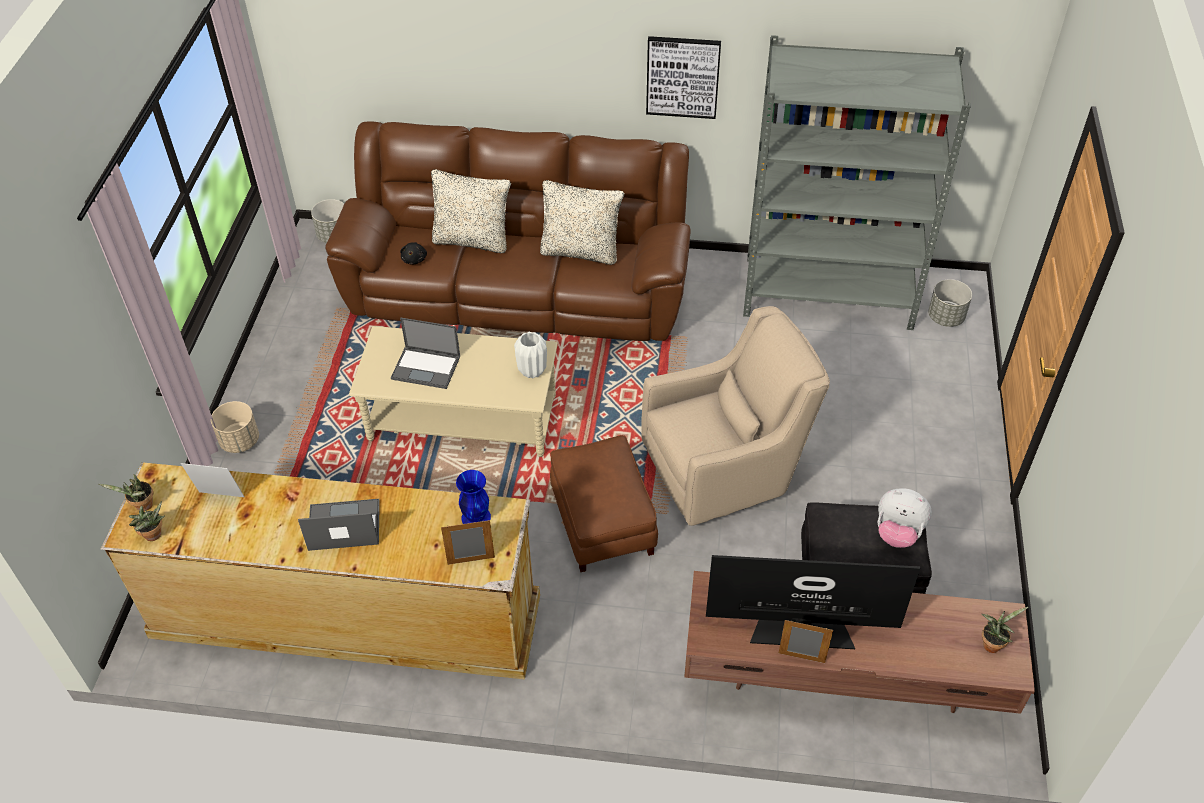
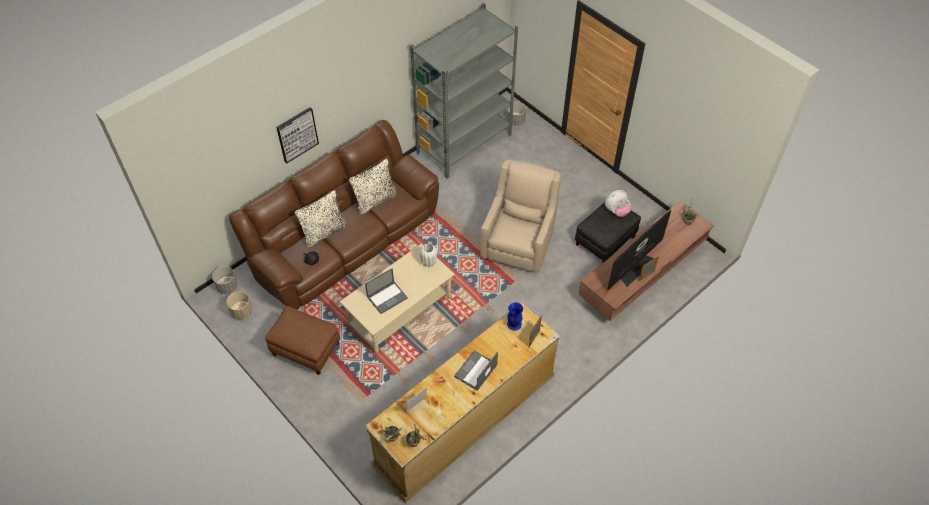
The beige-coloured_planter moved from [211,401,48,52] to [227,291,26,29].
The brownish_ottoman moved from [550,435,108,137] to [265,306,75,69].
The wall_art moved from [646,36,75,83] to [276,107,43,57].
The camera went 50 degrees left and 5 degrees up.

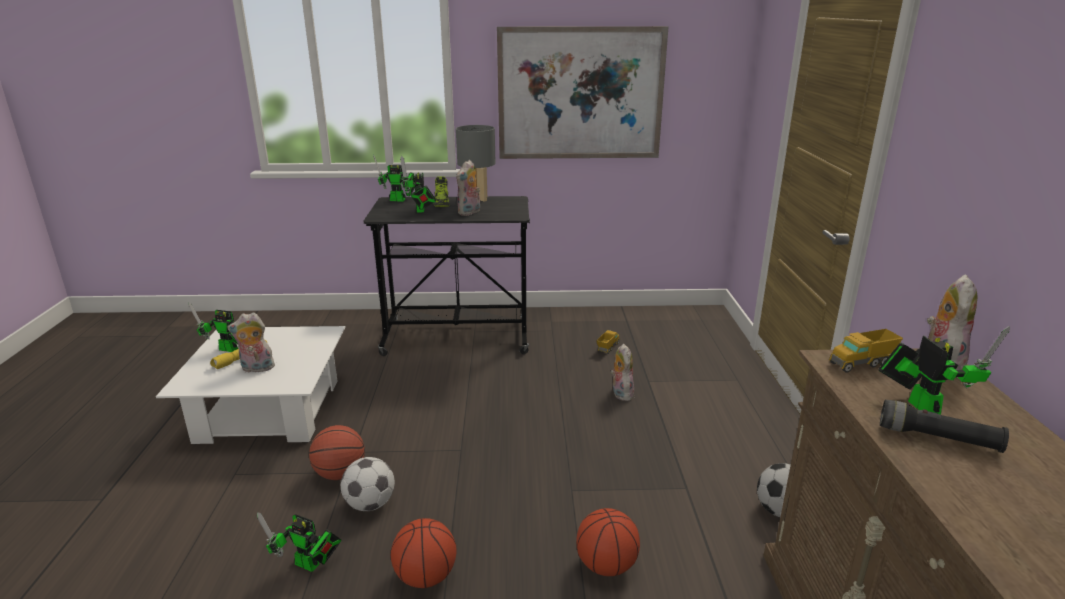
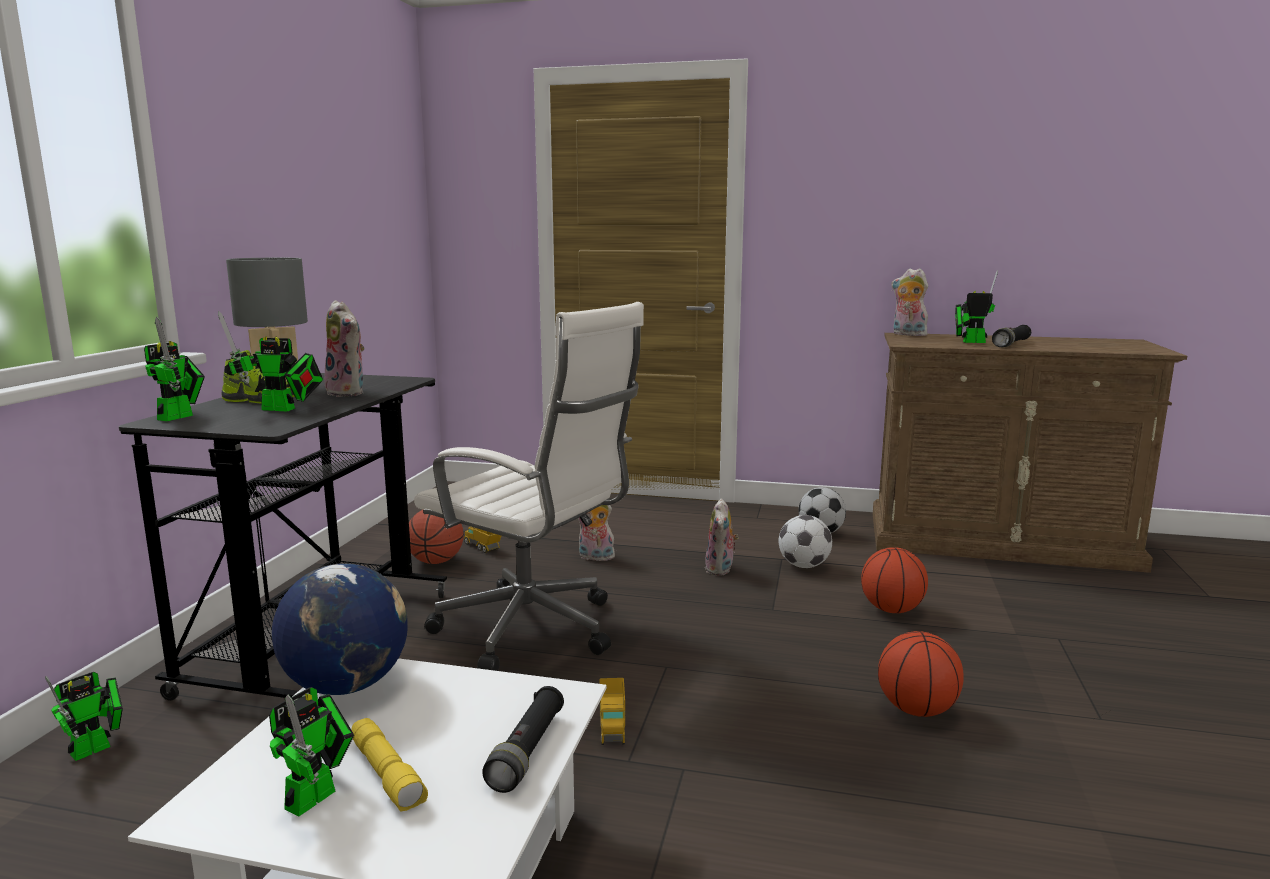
The plush_toy moved from [227,312,48,61] to [705,498,34,77].
The model_robot moved from [257,512,84,60] to [45,672,78,89].
The basketball_ball moved from [309,425,56,55] to [409,510,55,54].
The ball_for_football moved from [341,457,54,54] to [779,515,53,53].
The wall_art at [497,26,171,133] disappeared.
The model_truck moved from [829,329,74,44] to [600,678,25,67].
The world_globe at [272,563,136,132] appeared.
The whitish_desk_chair at [414,302,230,369] appeared.
The blackish_torch at [482,686,82,107] appeared.
The camera went 75 degrees left and 10 degrees down.

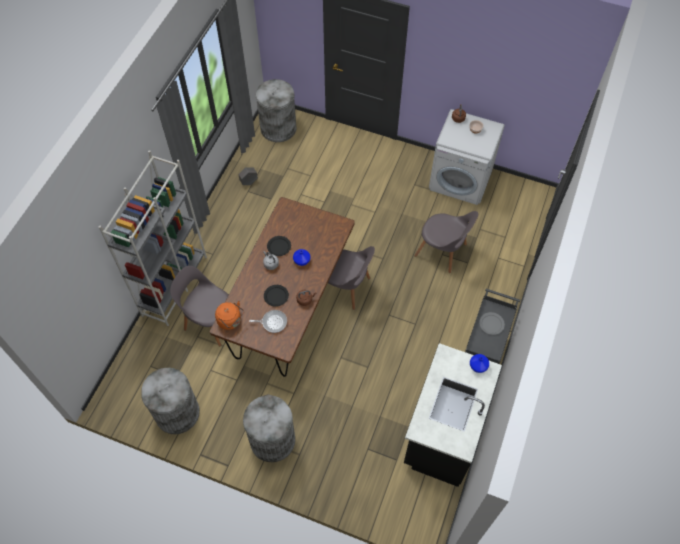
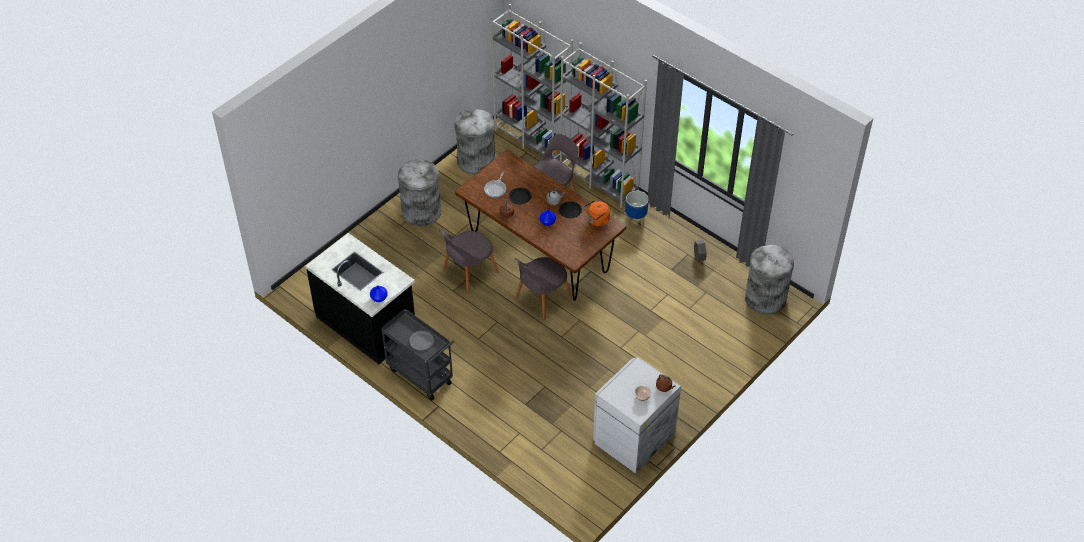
The orange-coloured_kettle moved from [215,301,29,29] to [584,200,26,27].
The gray_plain_chair moved from [414,211,64,62] to [439,229,60,63].
The gray_bookcase at [491,4,82,156] appeared.
The planter at [625,191,24,36] appeared.
The camera went 110 degrees right and 10 degrees down.

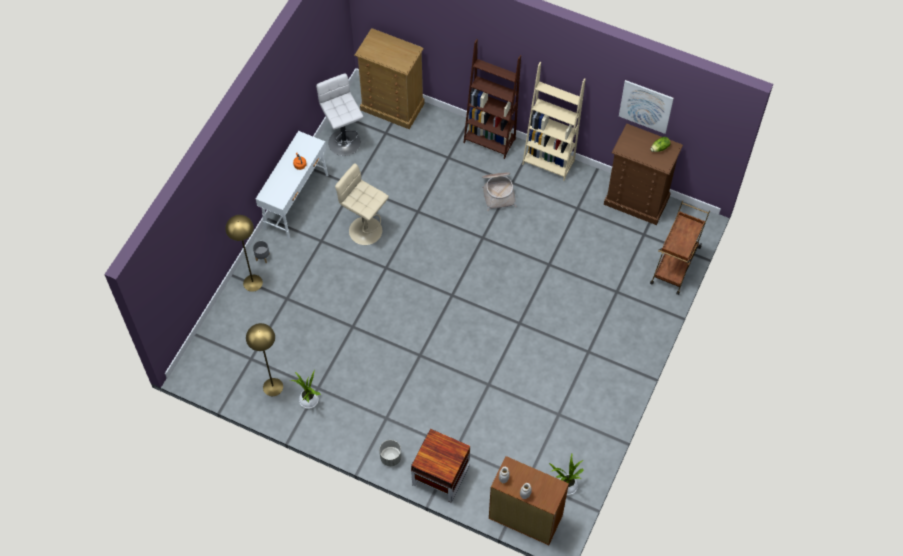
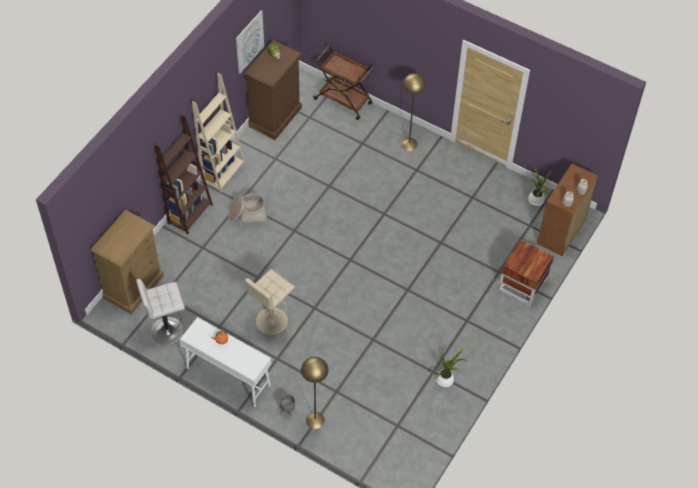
The yellow-coloured_standard_lamp moved from [246,323,37,73] to [401,73,25,78].
The gray_planter at [379,440,23,26] disappeared.
The camera went 85 degrees left and 5 degrees down.

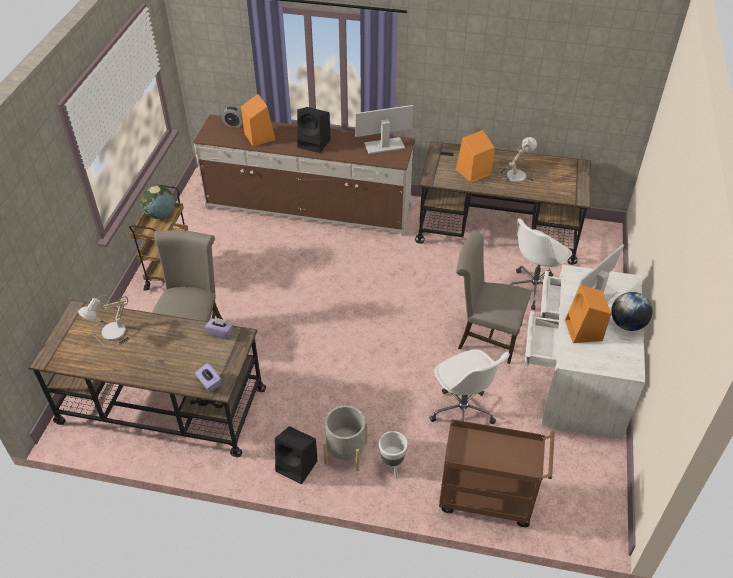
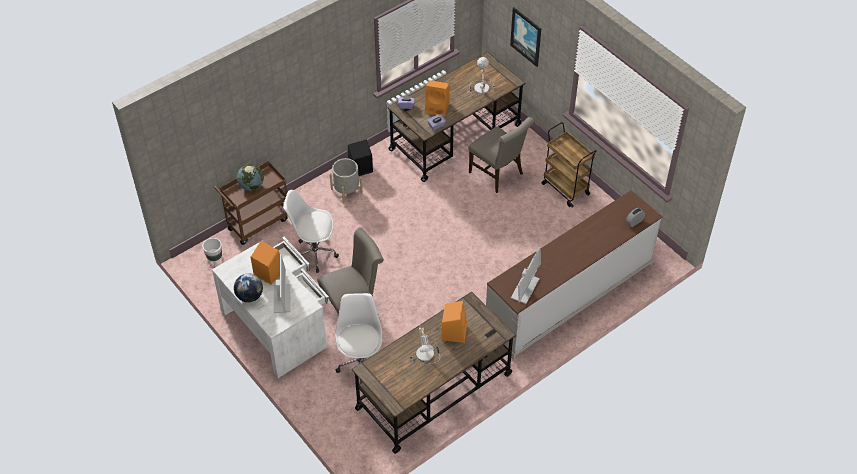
The world_globe moved from [140,186,35,33] to [237,164,27,27].
The orange-coloured_speaker moved from [241,94,34,52] to [425,80,25,36].
The blackish_speaker at [297,107,34,46] disappeared.
The whitish_planter moved from [379,431,29,47] to [202,238,22,29].
The wall_art at [510,7,31,60] appeared.
The camera went 130 degrees right and 5 degrees up.

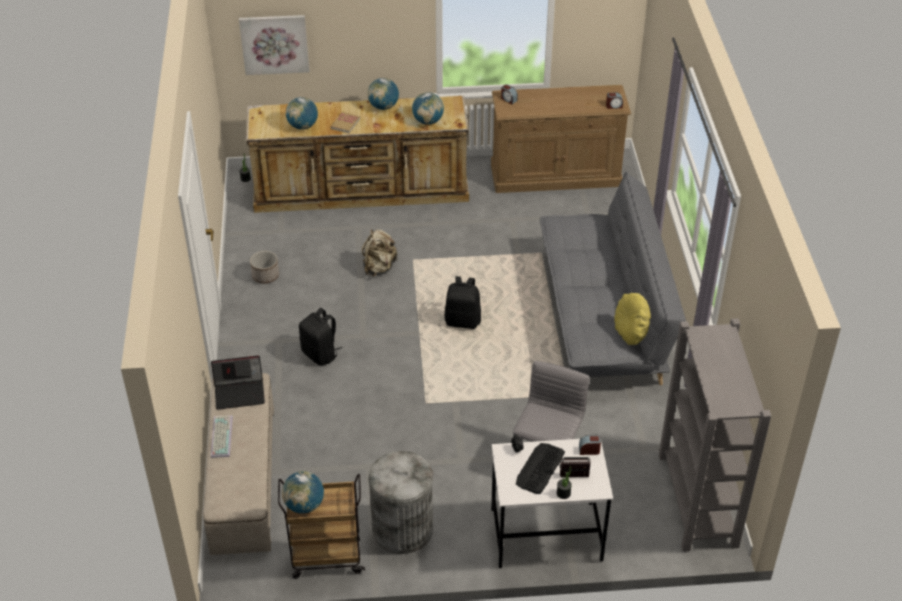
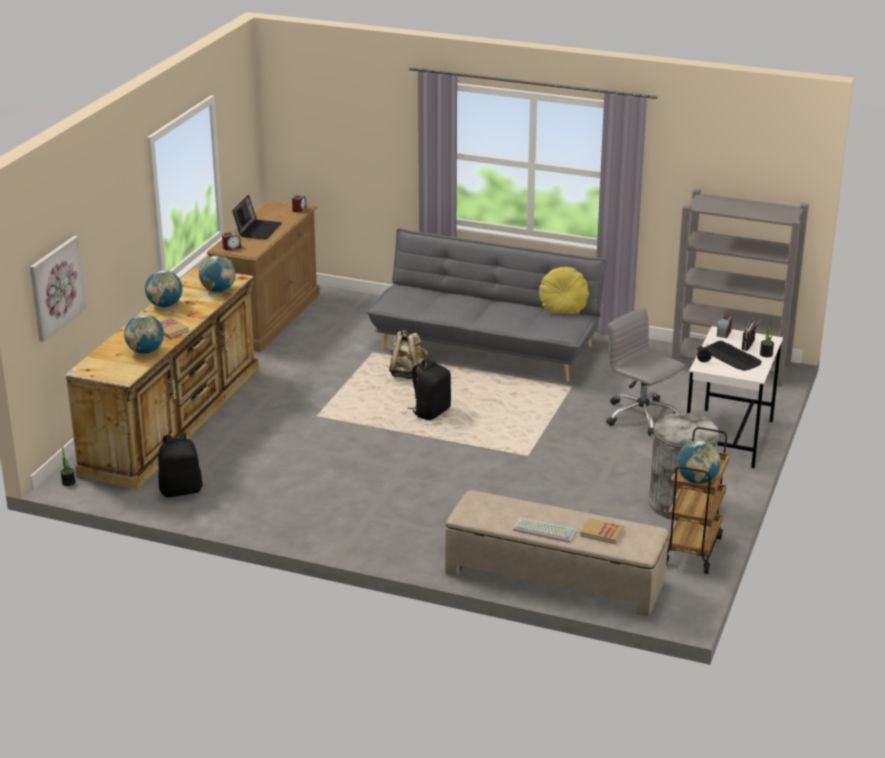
The notebook_computer moved from [211,355,54,55] to [232,195,50,45].
The planter at [250,251,29,33] disappeared.
The blackish_backpack moved from [299,308,43,58] to [158,433,45,64].
The beige-coloured_backpack moved from [362,229,35,48] to [389,330,40,49].
The bound_book at [580,518,44,26] appeared.
The camera went 65 degrees left and 15 degrees down.

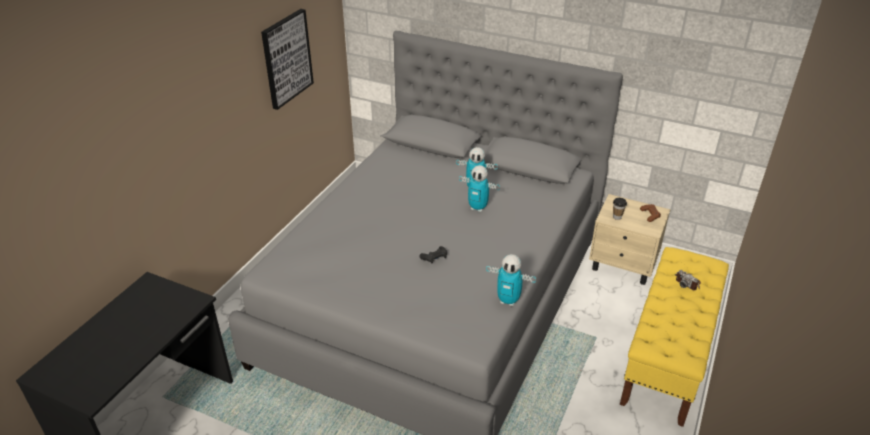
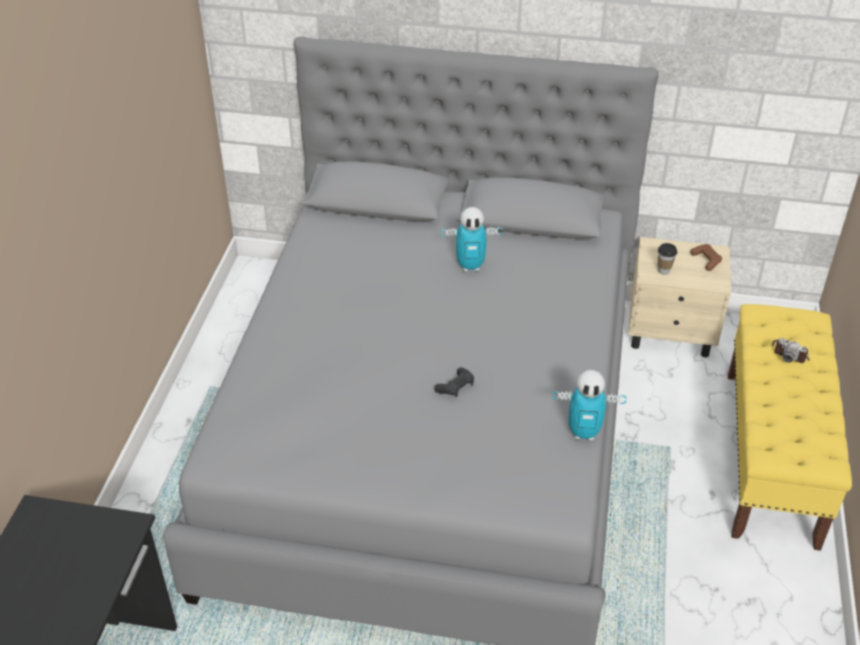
The wall_art at [261,9,53,101] disappeared.
The model_robot at [459,165,41,47] disappeared.
The camera went 15 degrees left and 5 degrees up.

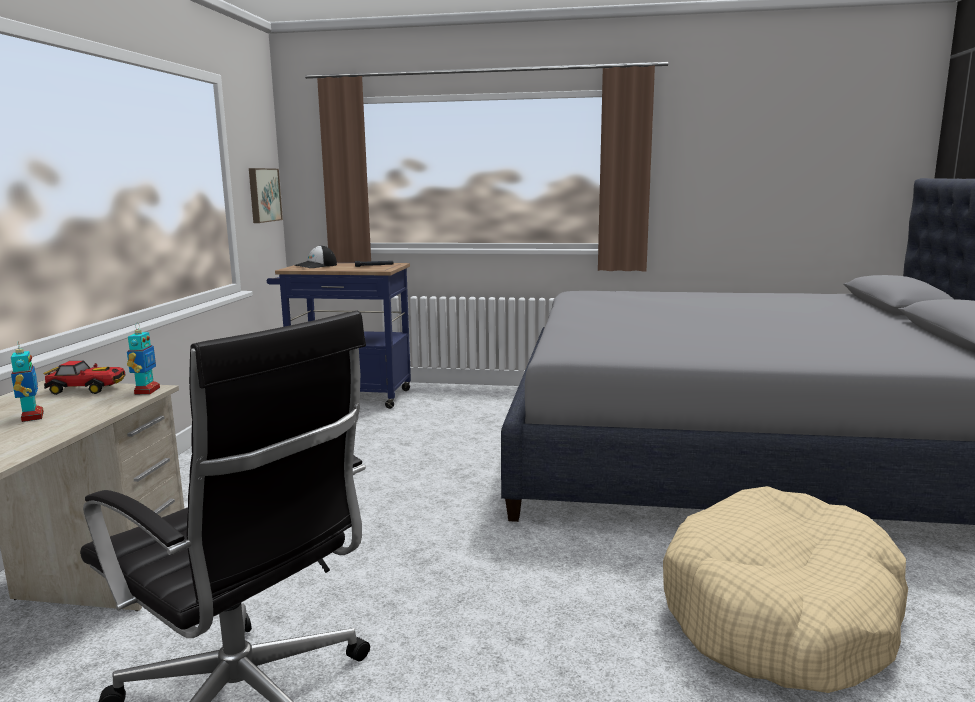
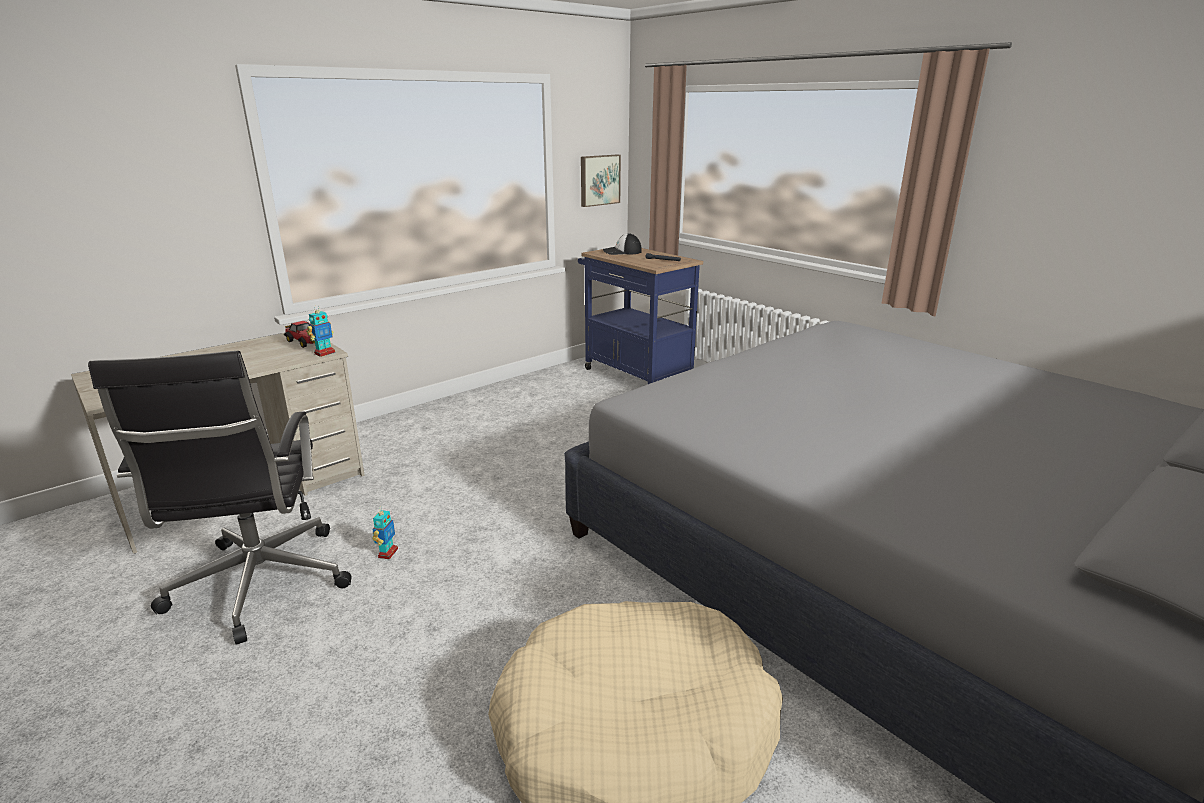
The model_robot moved from [11,341,33,81] to [372,506,26,53].
The camera went 40 degrees right and 10 degrees up.

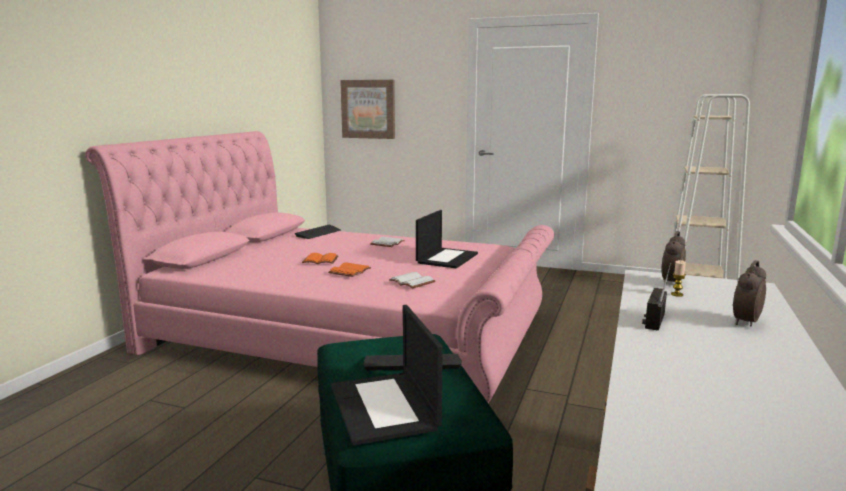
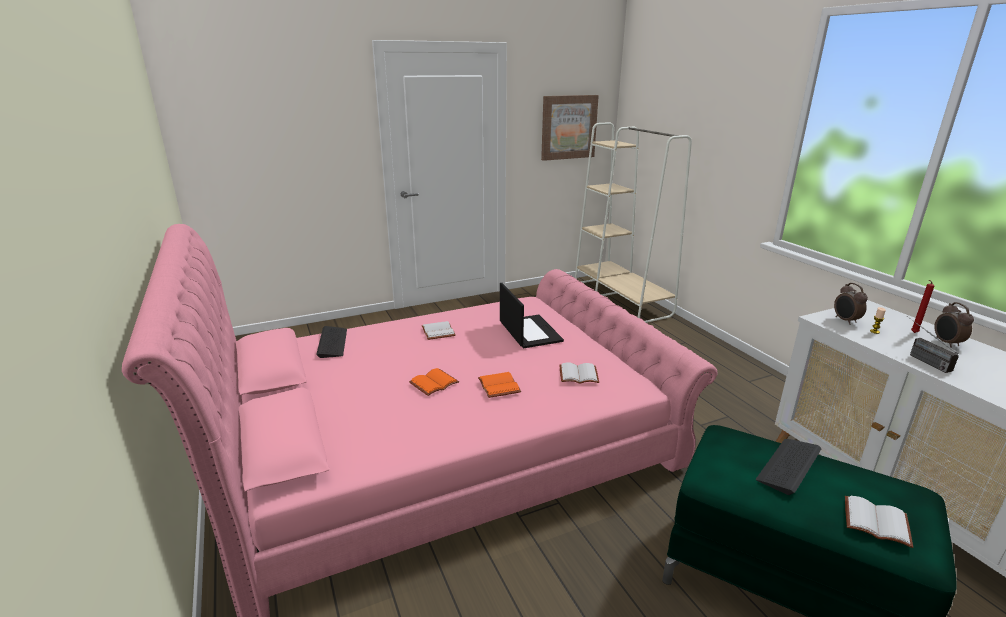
The notebook_computer at [331,305,112,141] was replaced by the whitish_bound_book at [845,496,68,52].
The wall_art moved from [340,80,55,59] to [541,95,58,66].
The red_wax_candle at [911,280,23,53] appeared.
The camera went 45 degrees left and 10 degrees up.

